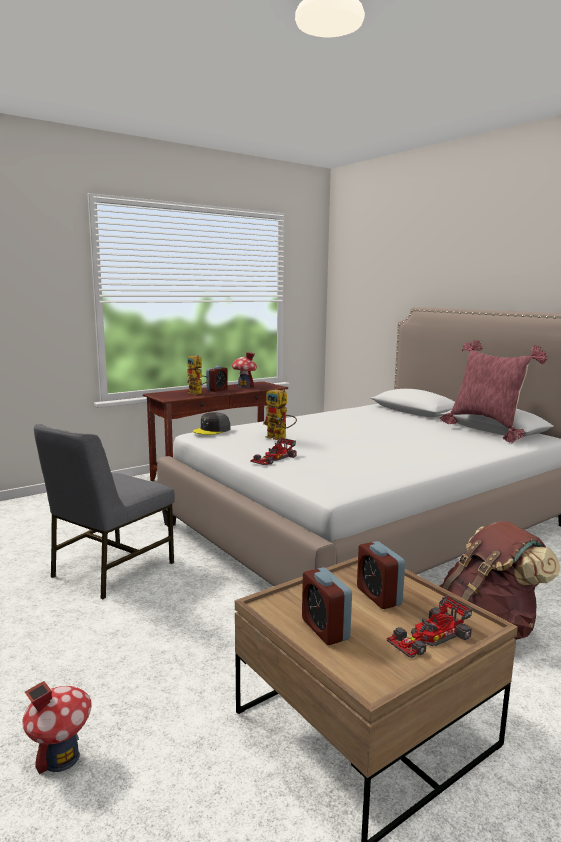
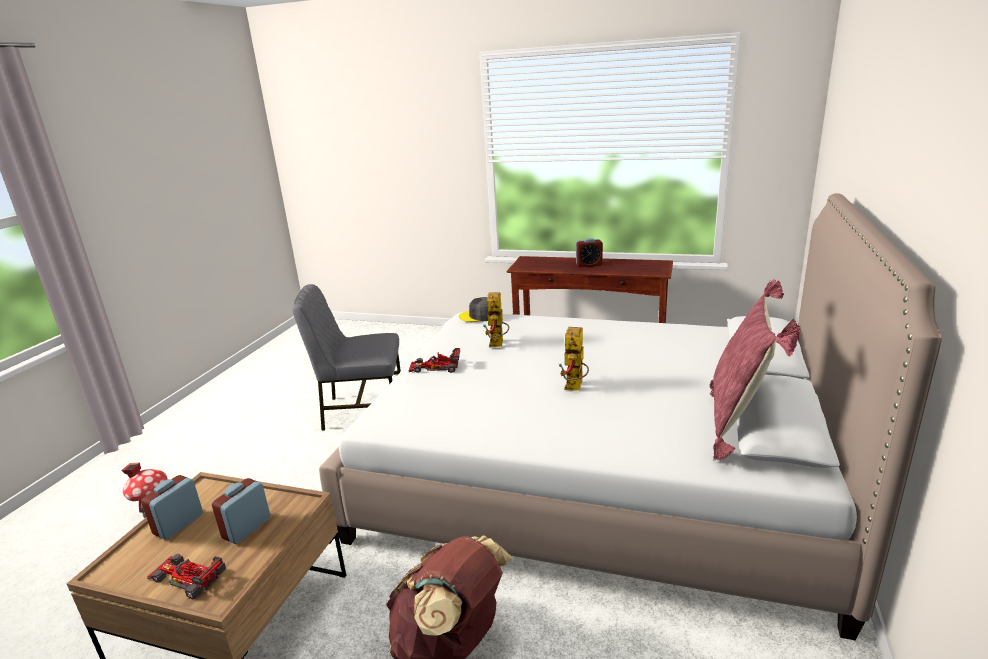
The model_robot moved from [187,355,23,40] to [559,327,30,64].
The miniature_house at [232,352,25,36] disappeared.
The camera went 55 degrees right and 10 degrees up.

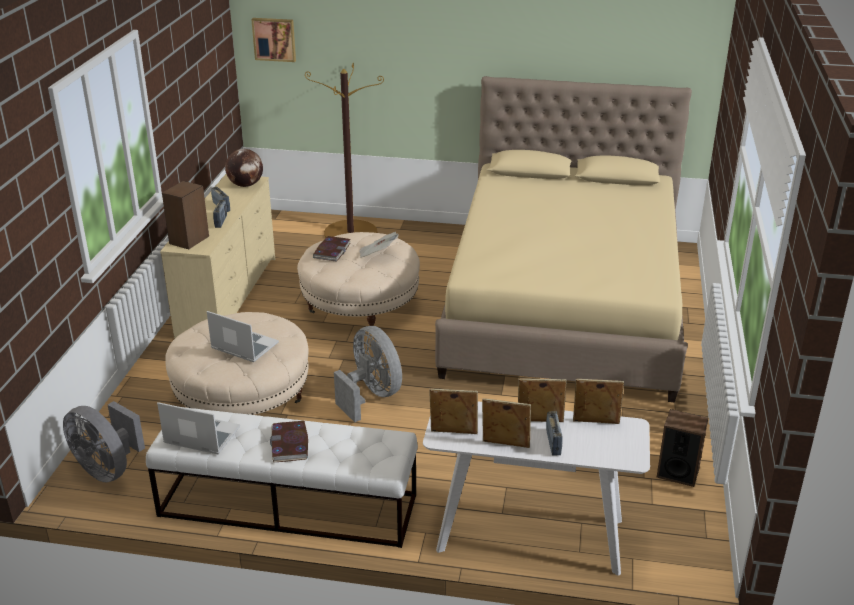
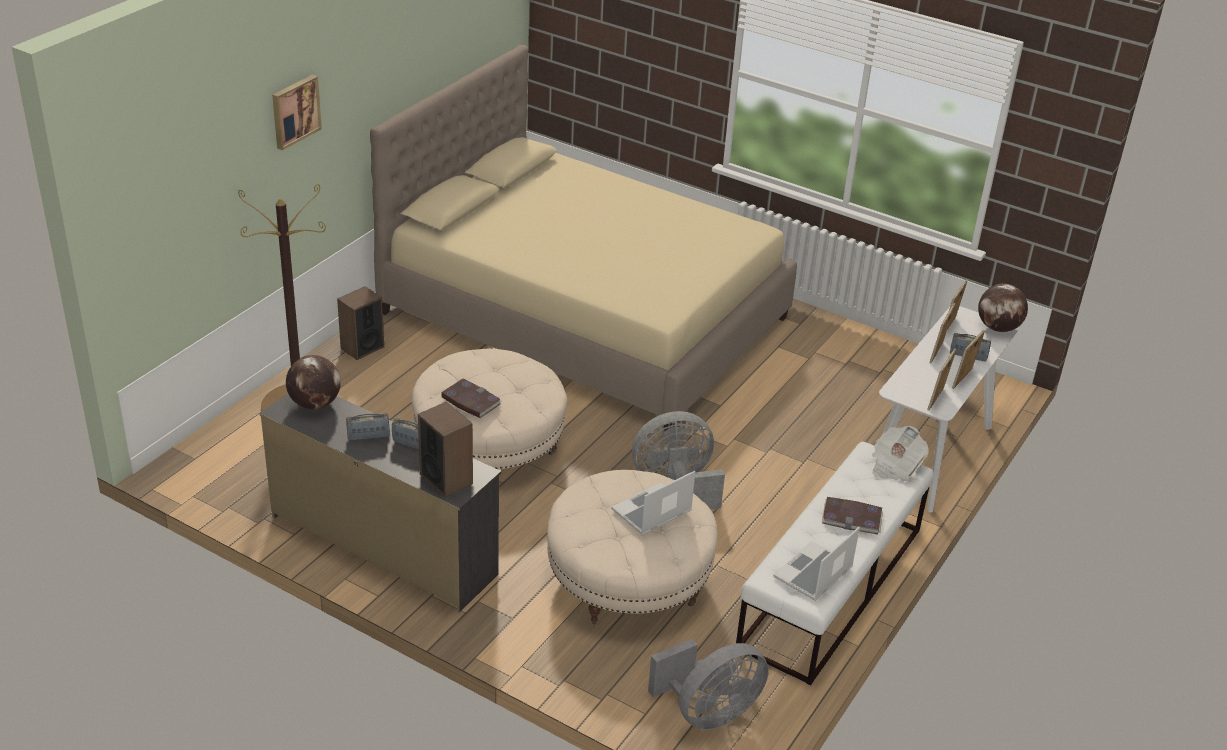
The beige-coloured_chest_of_drawers at [160,174,115,165] became the blackish_chest_of_drawers at [260,393,241,220].
The wall_art moved from [251,18,45,44] to [272,75,50,75].
The printed_paper moved from [359,232,40,26] to [872,426,56,55].
The speaker moved from [657,409,51,78] to [337,286,47,74].
The world_globe at [978,284,50,48] appeared.
The camera went 70 degrees left and 5 degrees up.

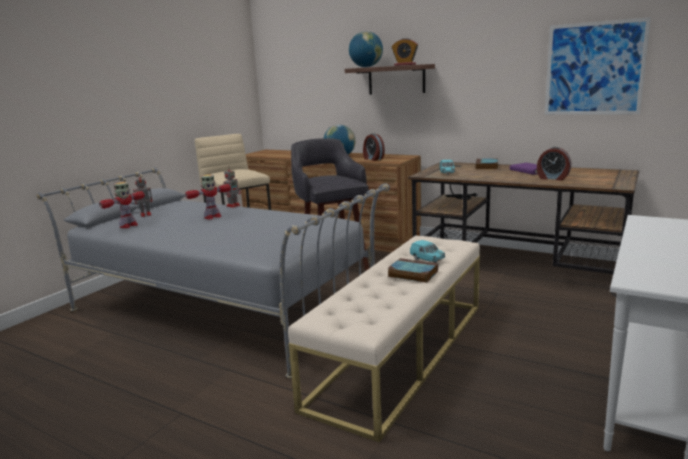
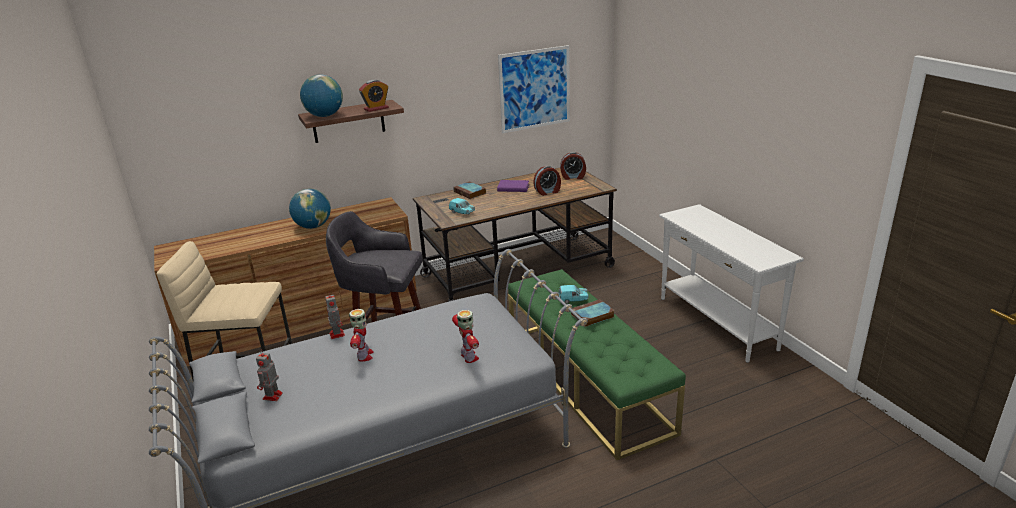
The model_robot moved from [99,182,46,46] to [452,310,27,53].
The beige-coloured_indoor_bench at [288,236,192,206] became the greenish_indoor_bench at [508,269,178,191].
The bedside_clock moved from [363,133,22,28] to [560,152,26,28].
The camera went 55 degrees left and 10 degrees up.

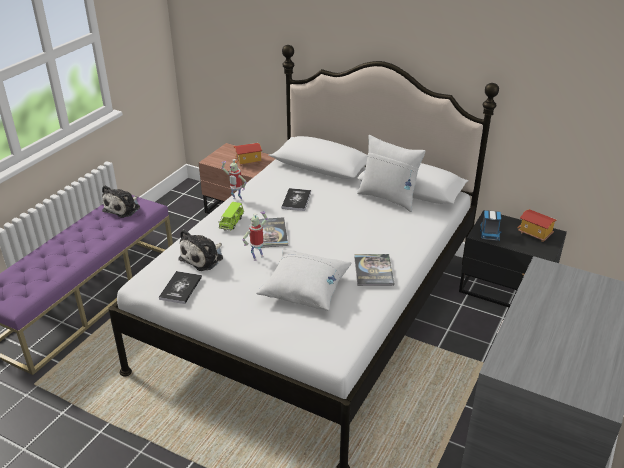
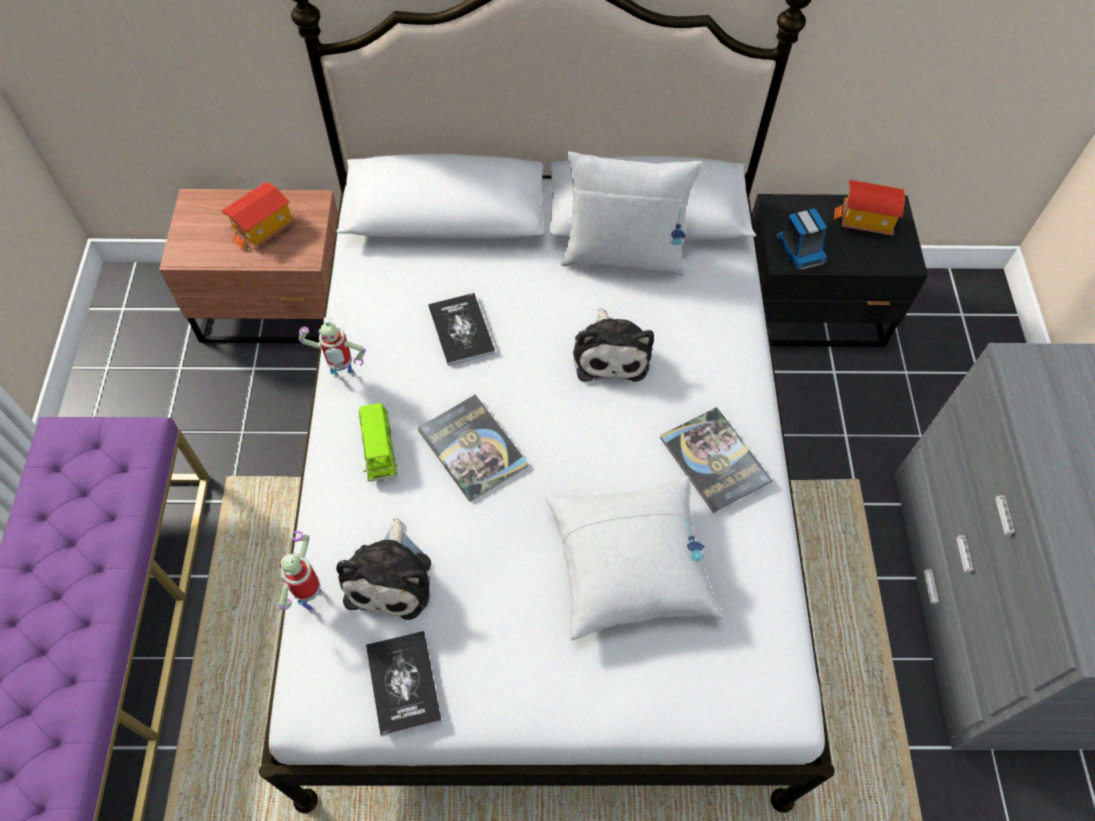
The plush_toy moved from [102,185,38,33] to [573,308,81,74].
The model_robot moved from [243,211,25,50] to [279,531,45,82].
The camera went 30 degrees left and 25 degrees up.

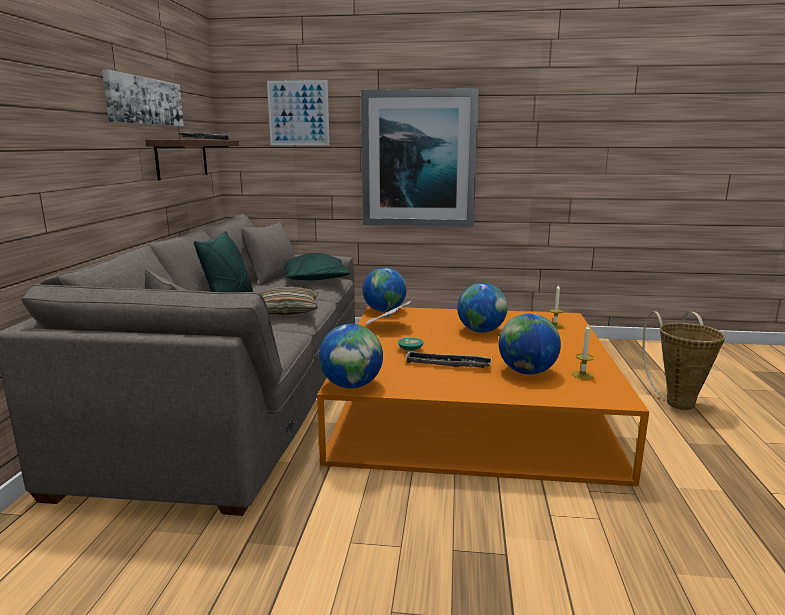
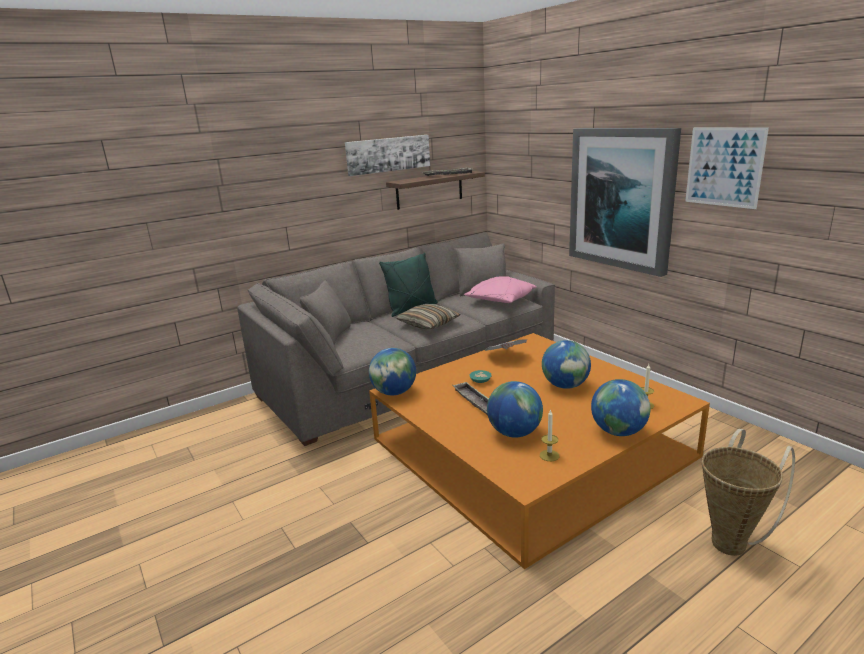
The wall_art moved from [267,80,63,65] to [685,127,84,82].
The greenish_pillow at [284,253,66,27] became the pink_pillow at [464,276,73,27].
The world_globe moved from [362,267,45,45] to [591,379,59,57].
The camera went 50 degrees right and 5 degrees up.

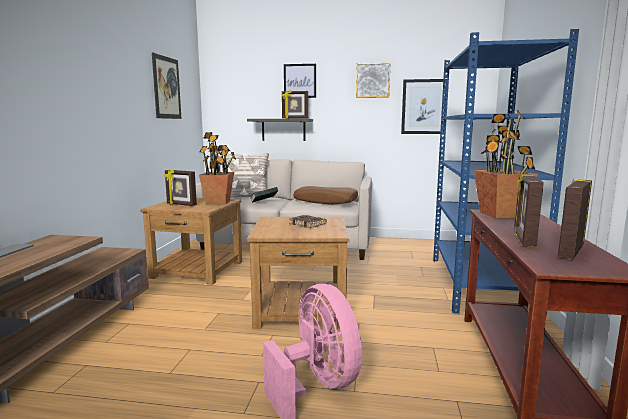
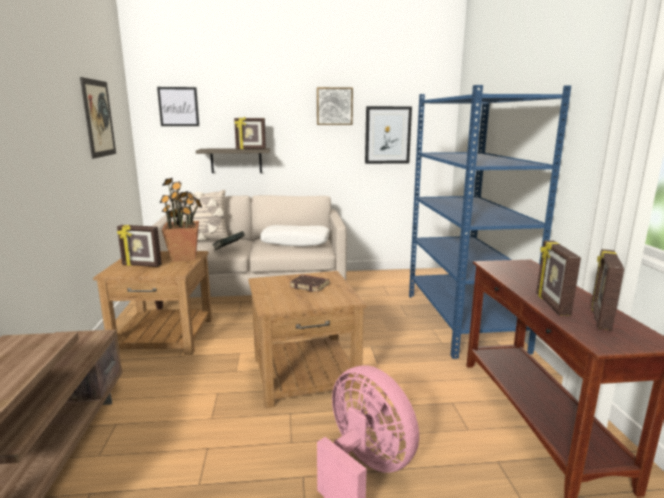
The wall_art moved from [284,64,32,34] to [157,87,42,39].
The brownish_pillow at [293,186,65,19] became the whitish_pillow at [260,225,70,22].
The houseplant at [474,110,64,108] disappeared.
The camera went 15 degrees left and 5 degrees up.

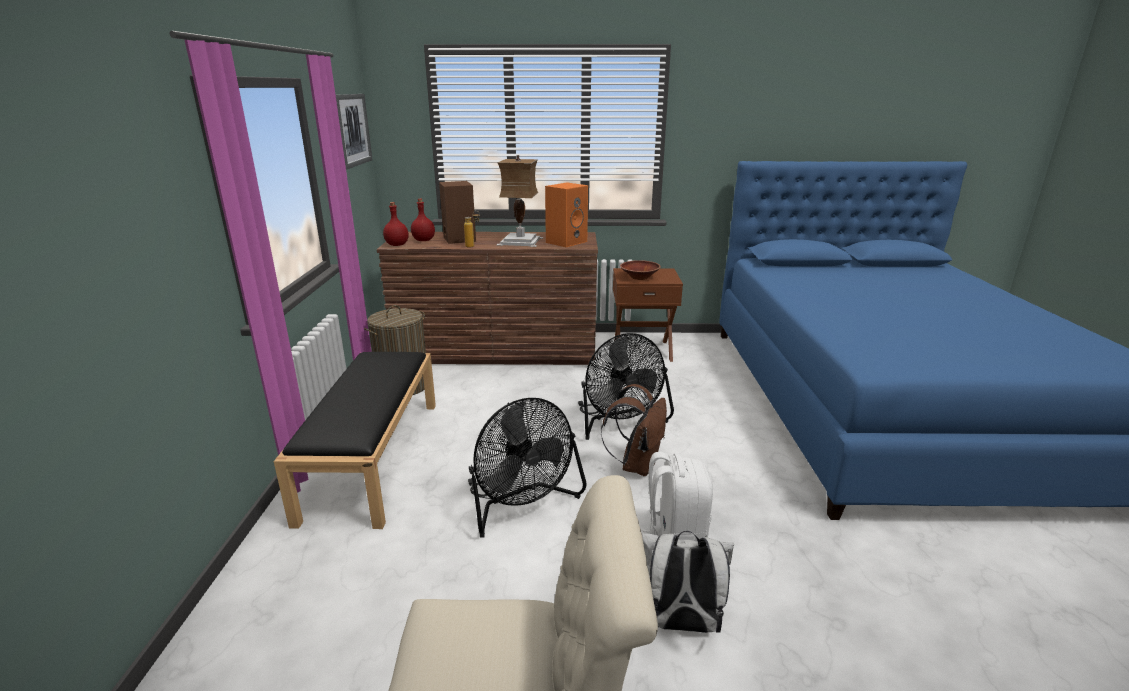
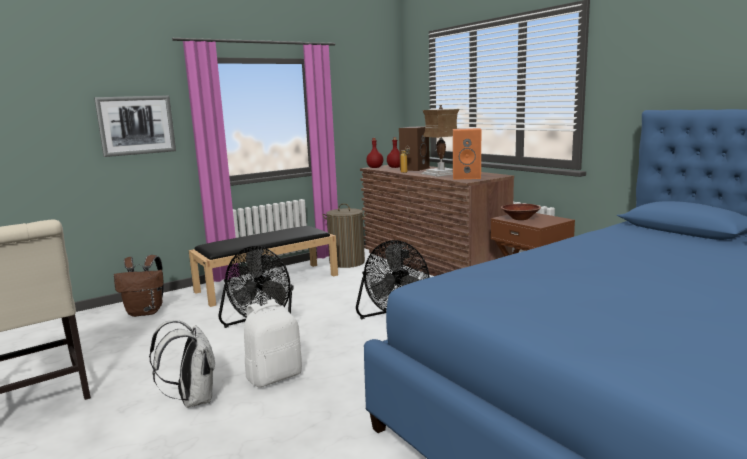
The wall_art moved from [336,94,37,76] to [94,96,82,61].
The brownish_backpack moved from [601,384,66,92] to [114,255,49,62].
The camera went 55 degrees right and 10 degrees down.

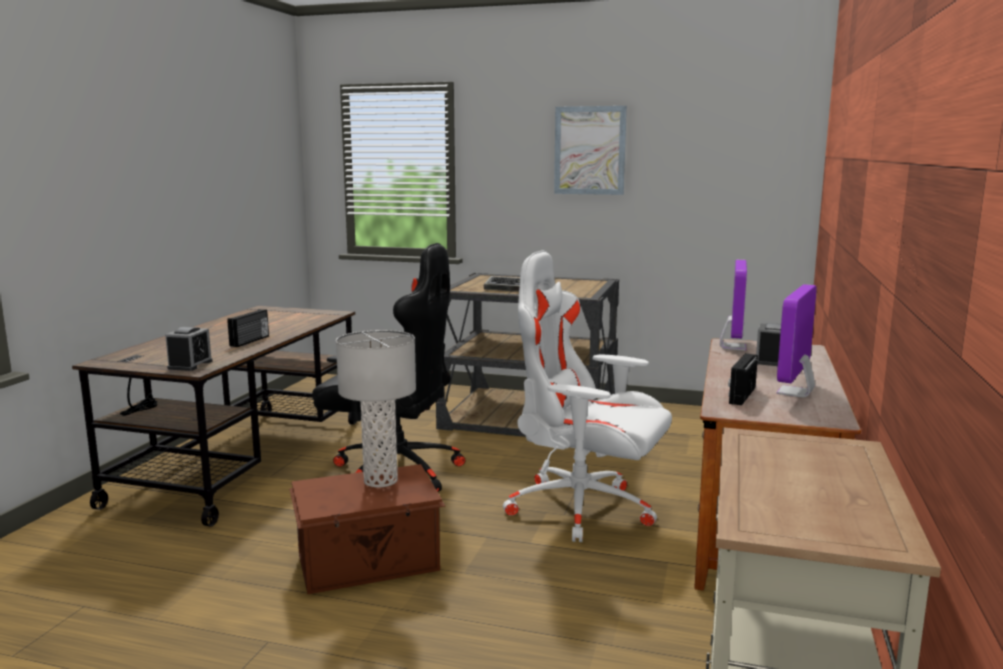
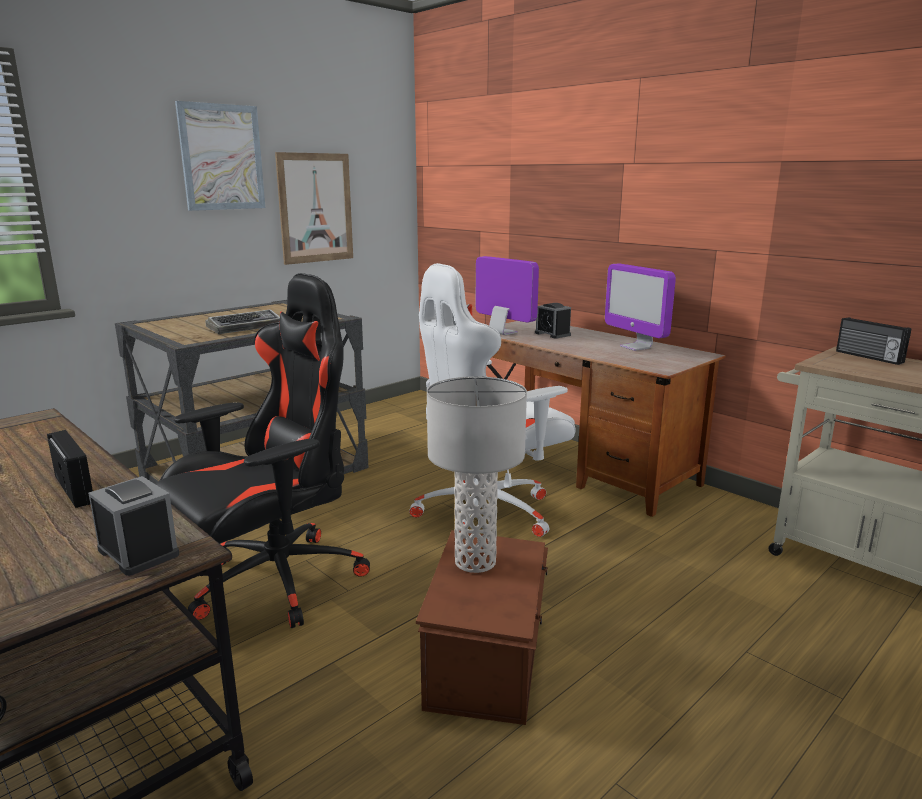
The radio_set moved from [728,353,30,52] to [836,317,75,48].
The wall_art at [275,152,78,113] appeared.
The camera went 60 degrees left and 5 degrees up.

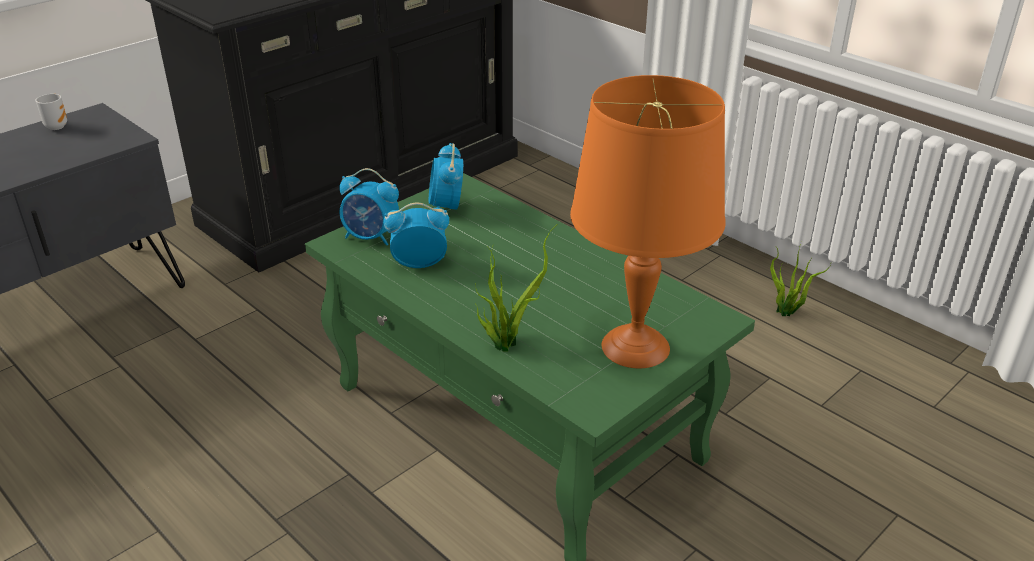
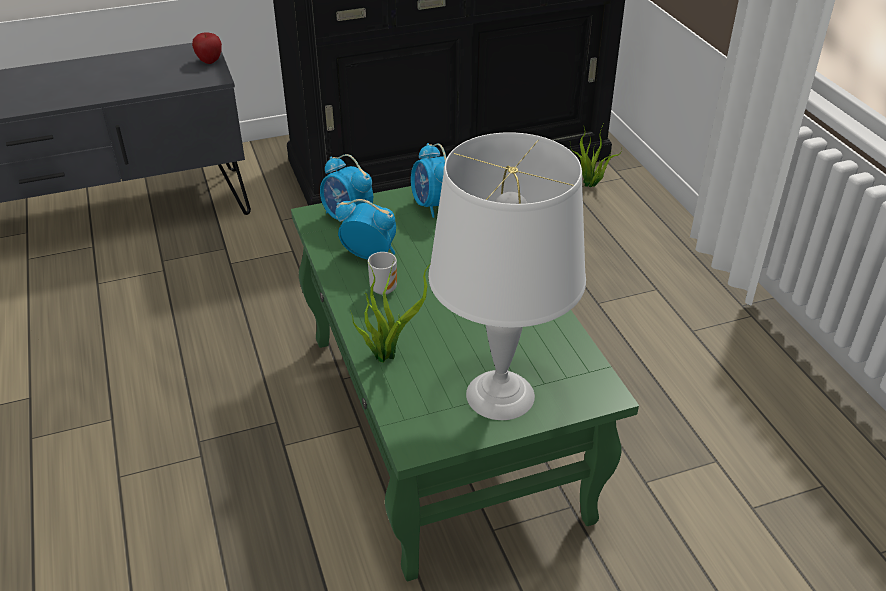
The tea_mug moved from [35,94,32,36] to [368,252,29,43].
The bedside_clock at [429,143,34,67] turned 45 degrees counterclockwise.
The orange-coloured_table_lamp at [570,75,156,293] became the whitish_table_lamp at [428,132,158,288].
The houseplant moved from [770,243,62,73] to [570,124,52,64].
The apple at [192,32,30,32] appeared.
The camera went 25 degrees right and 5 degrees up.

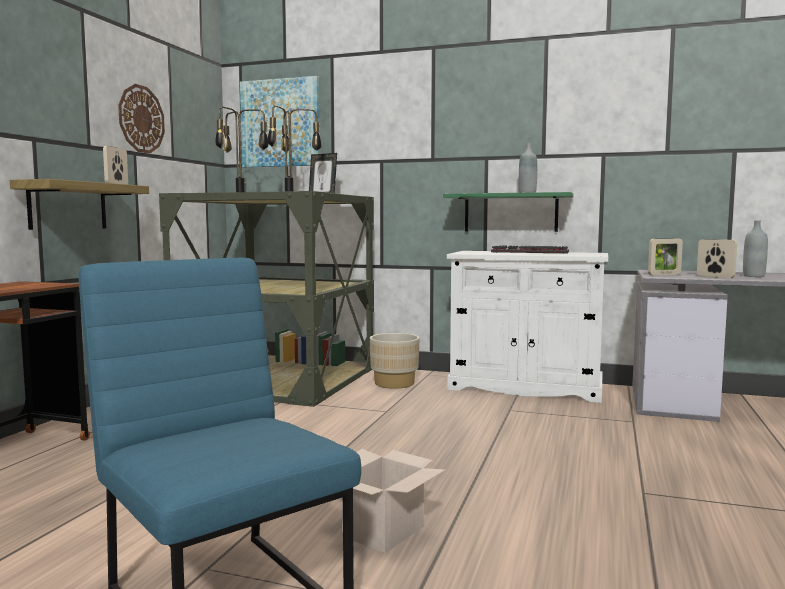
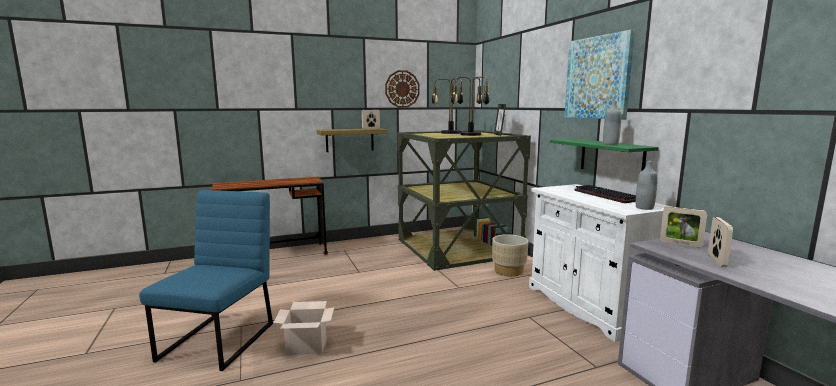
The wall_art moved from [240,76,80,91] to [564,30,71,90].
The gray_bottle moved from [743,220,25,57] to [636,161,22,49].
The camera went 50 degrees right and 5 degrees up.

